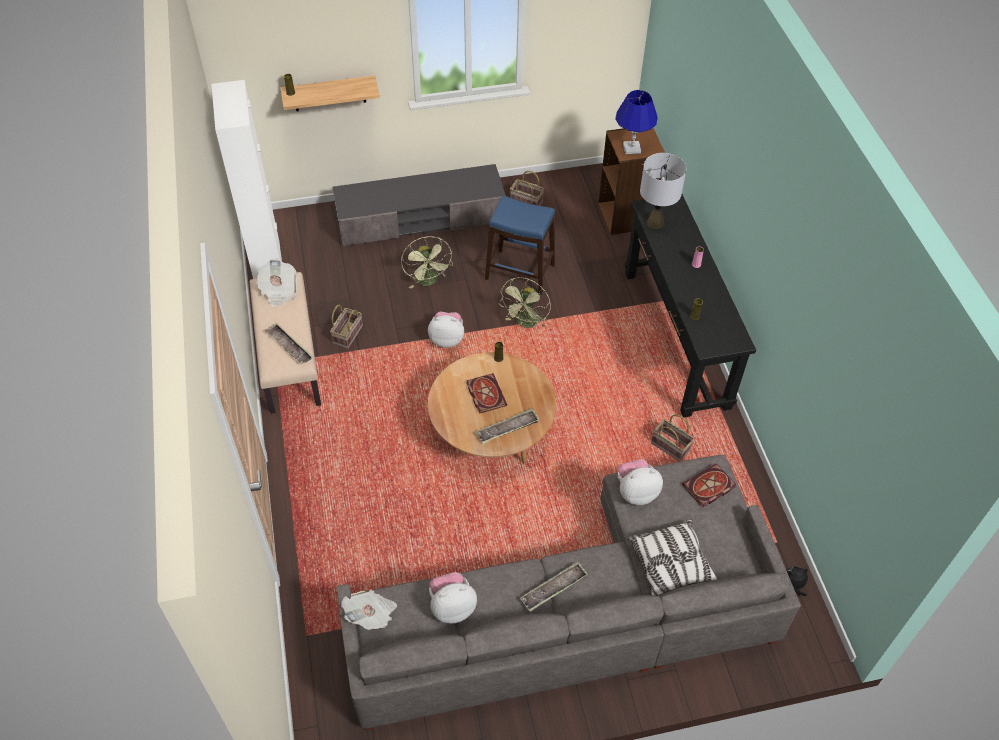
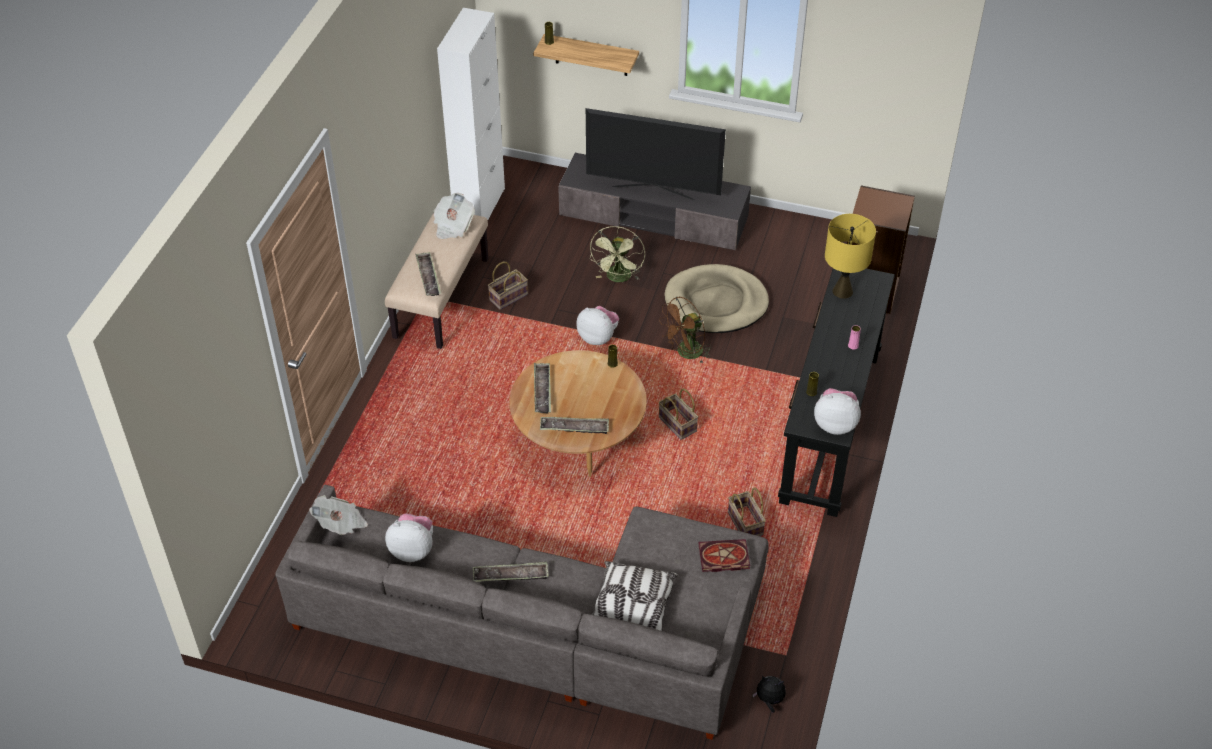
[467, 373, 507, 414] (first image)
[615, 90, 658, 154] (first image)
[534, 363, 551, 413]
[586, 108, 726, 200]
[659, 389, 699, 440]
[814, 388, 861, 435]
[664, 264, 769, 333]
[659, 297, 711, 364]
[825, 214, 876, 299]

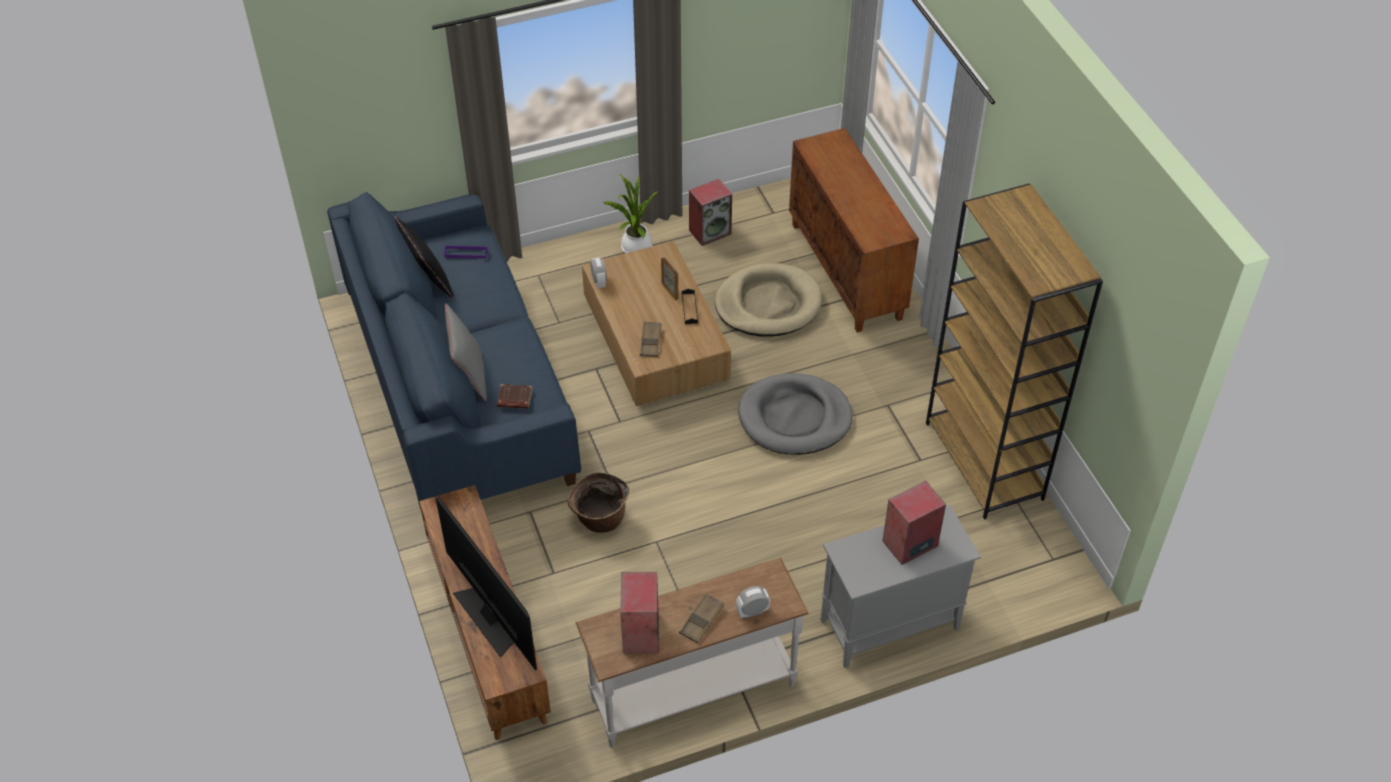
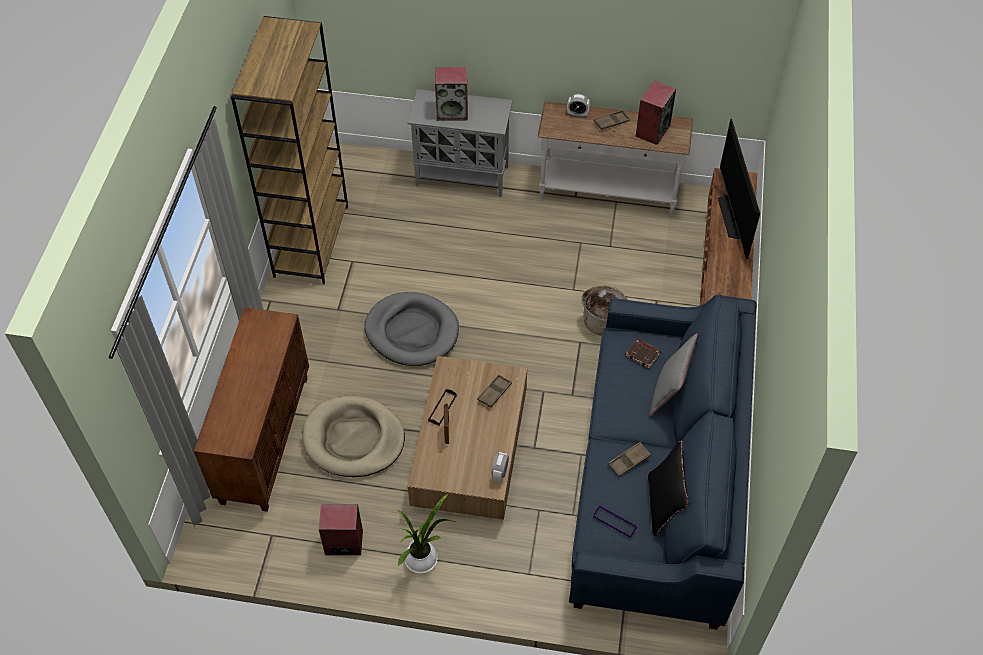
[608, 442, 651, 477]

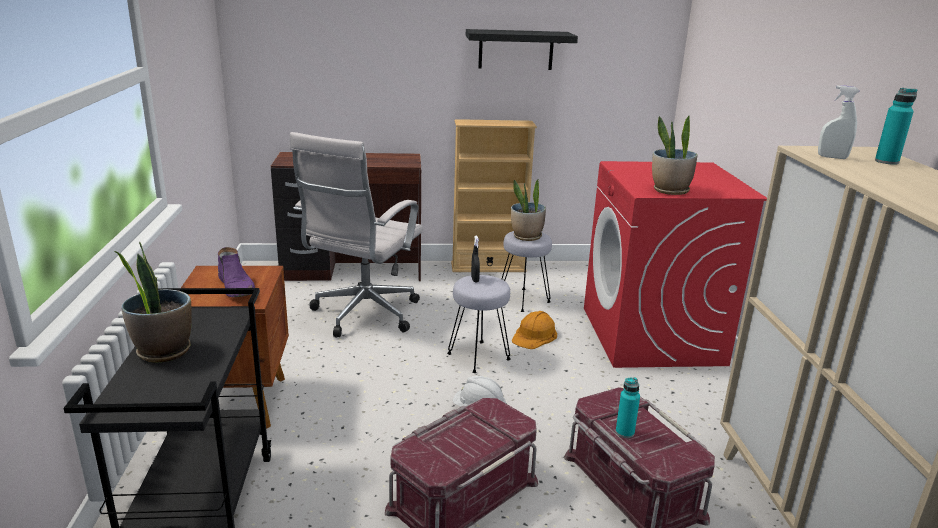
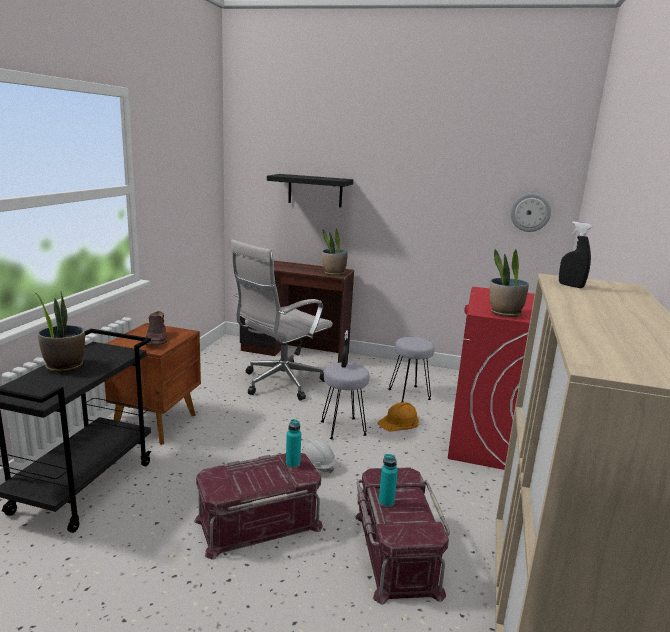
[451, 119, 537, 272] (first image)
[510, 193, 551, 232]
[267, 174, 353, 207]
[322, 228, 348, 276]
[286, 419, 301, 468]
[145, 311, 167, 345]
[559, 221, 592, 288]

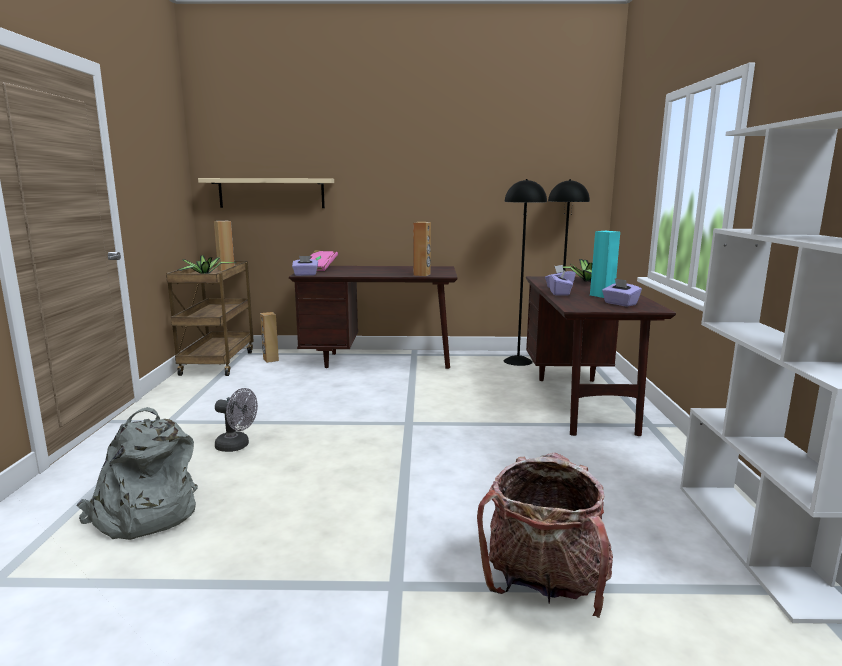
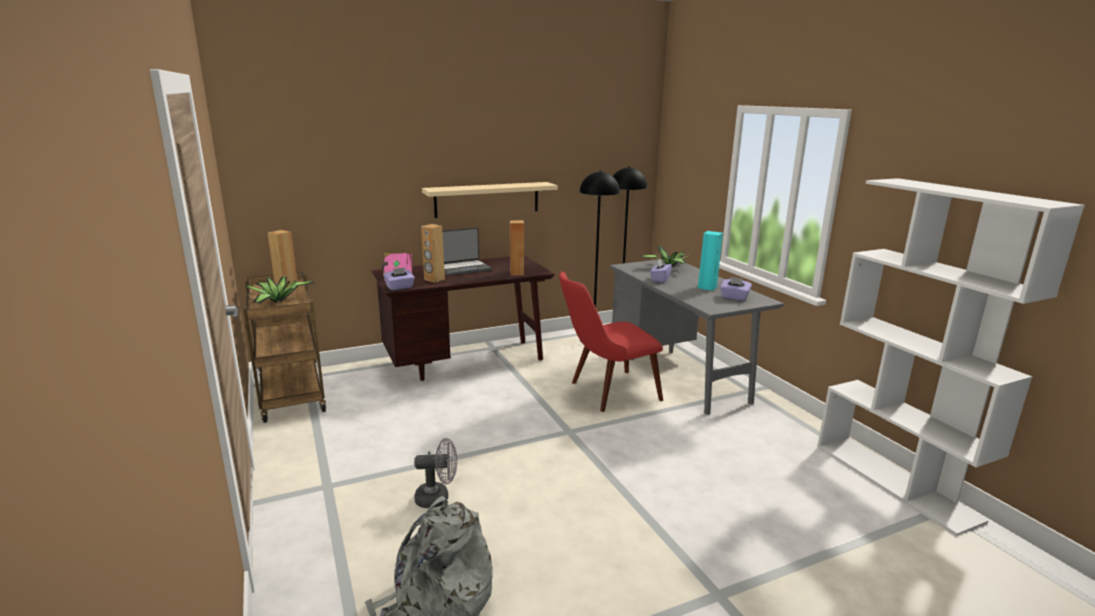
[477, 453, 613, 618] (first image)
[549, 271, 573, 296] (first image)
[442, 227, 492, 276]
[559, 272, 663, 412]
[422, 182, 558, 218]
[421, 224, 445, 283]
[610, 259, 784, 415]

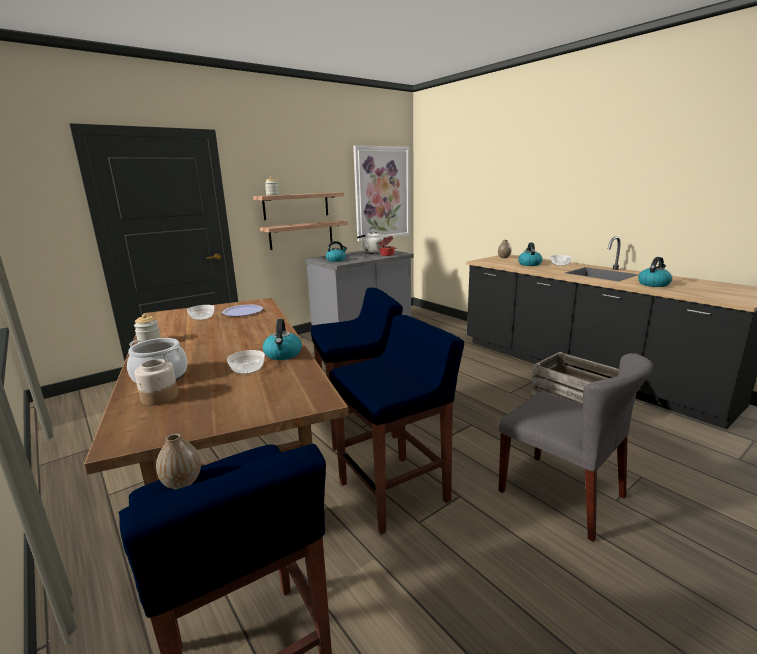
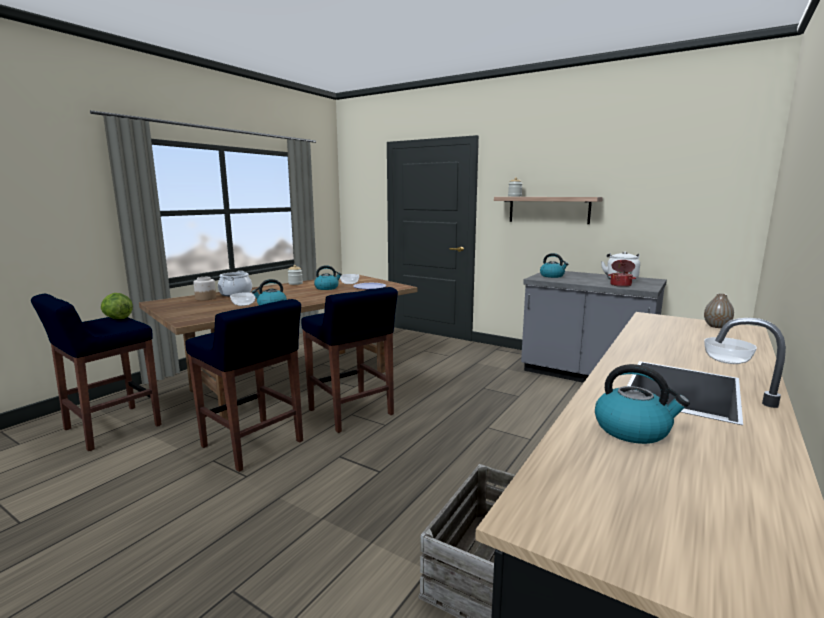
[260, 220, 348, 250] (first image)
[353, 145, 410, 242] (first image)
[499, 353, 653, 542] (first image)
[314, 265, 342, 290]
[101, 293, 133, 319]

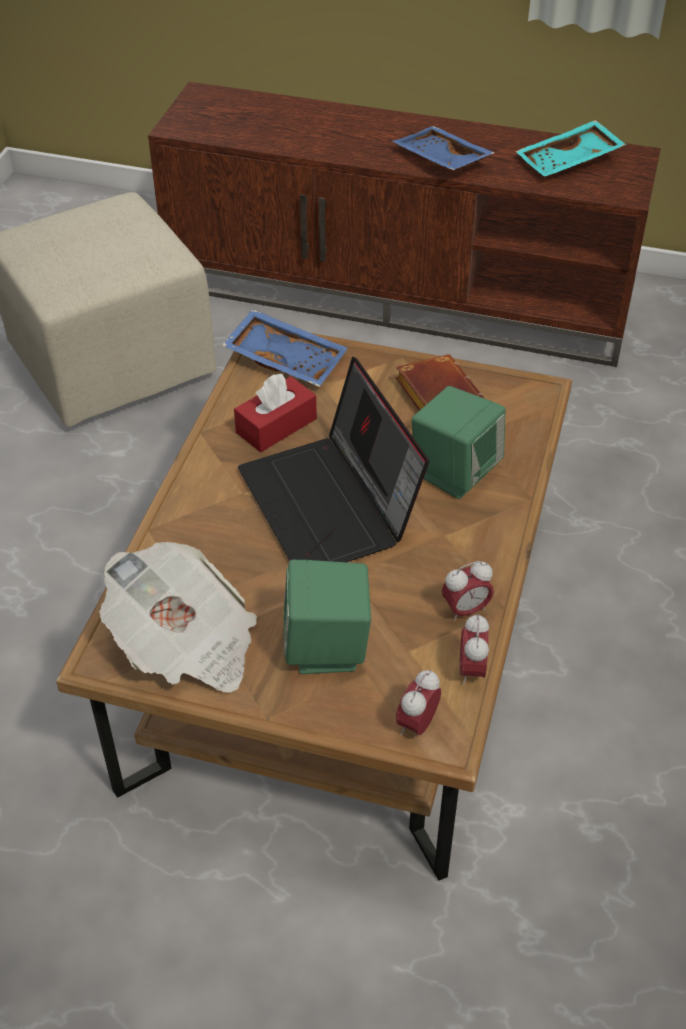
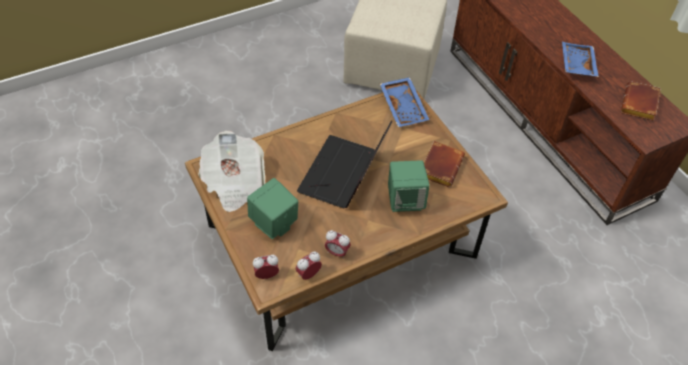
[234, 374, 317, 452] (first image)
[621, 81, 661, 121]

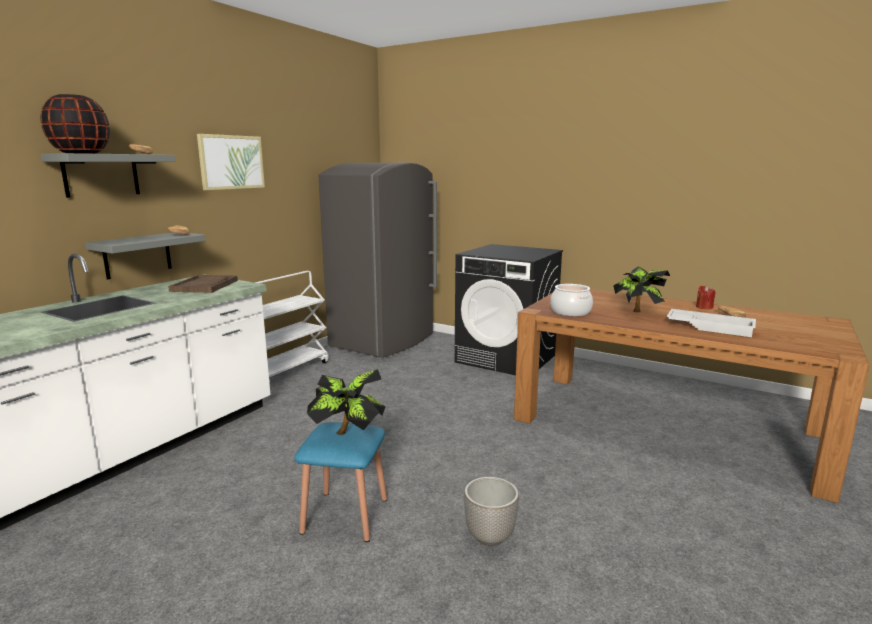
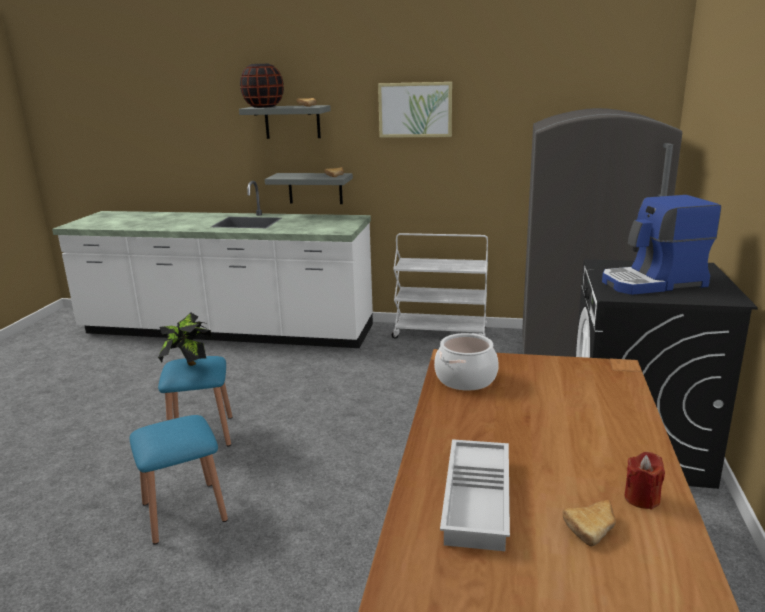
[168, 275, 238, 293] (first image)
[613, 266, 670, 312] (first image)
[602, 195, 721, 295]
[130, 415, 228, 545]

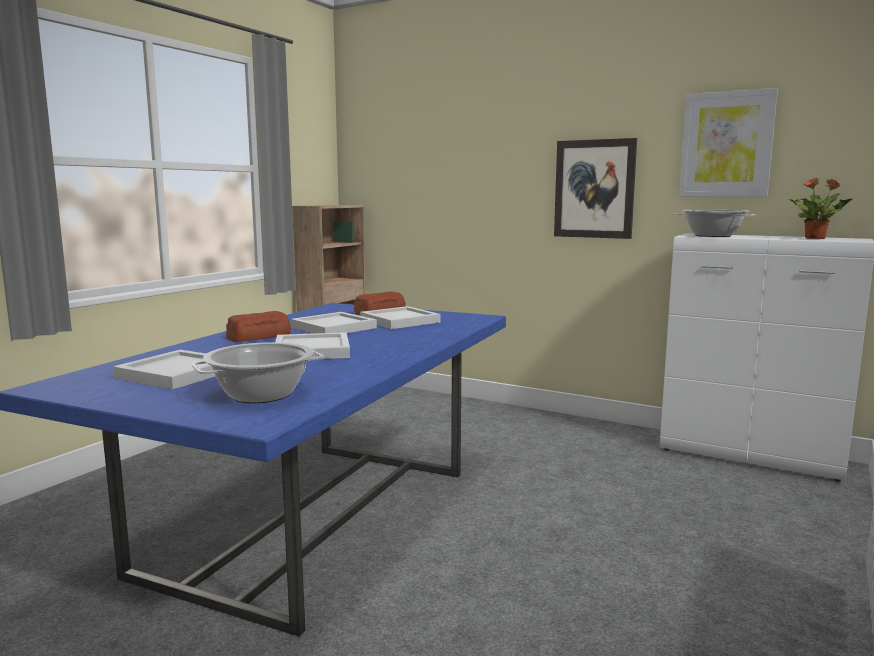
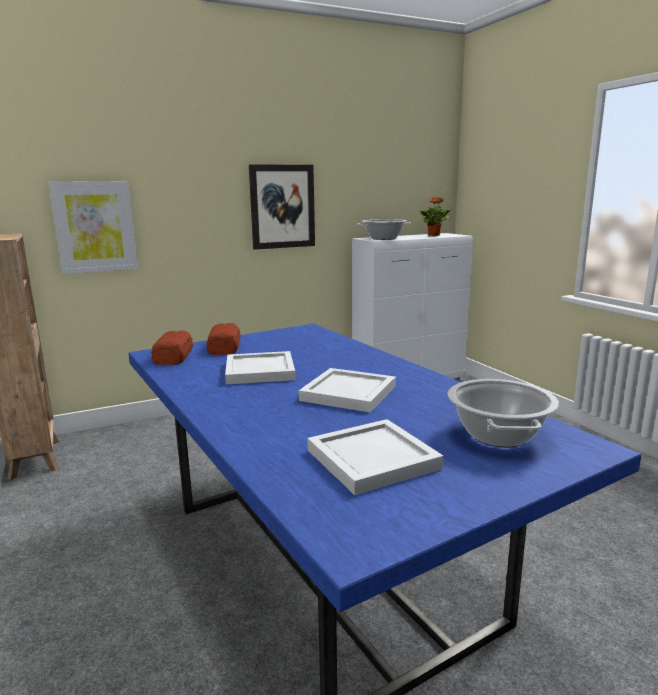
[360, 306, 441, 329] (first image)
[151, 331, 193, 365]
[48, 181, 138, 274]

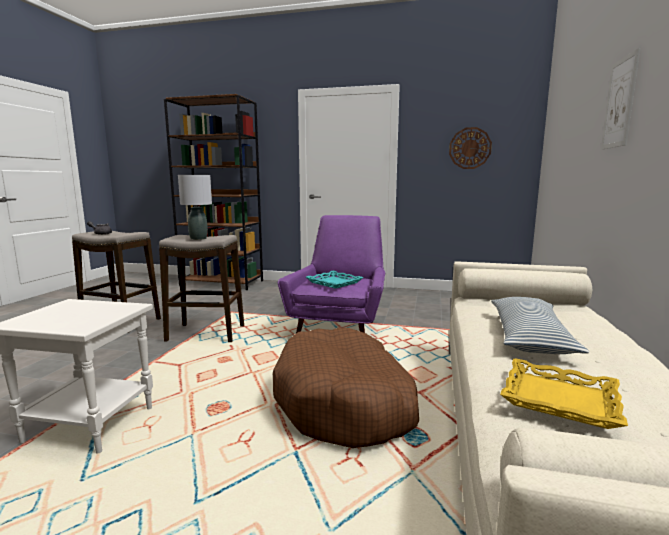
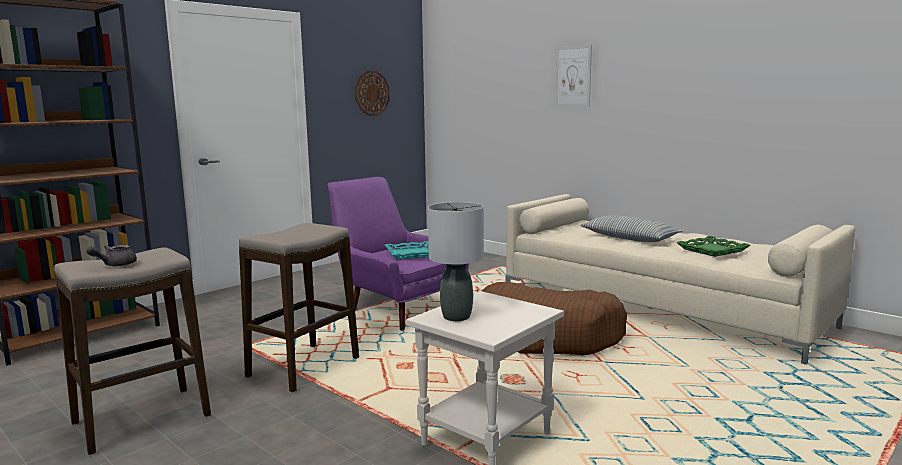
[428, 202, 483, 321]
[676, 236, 750, 257]

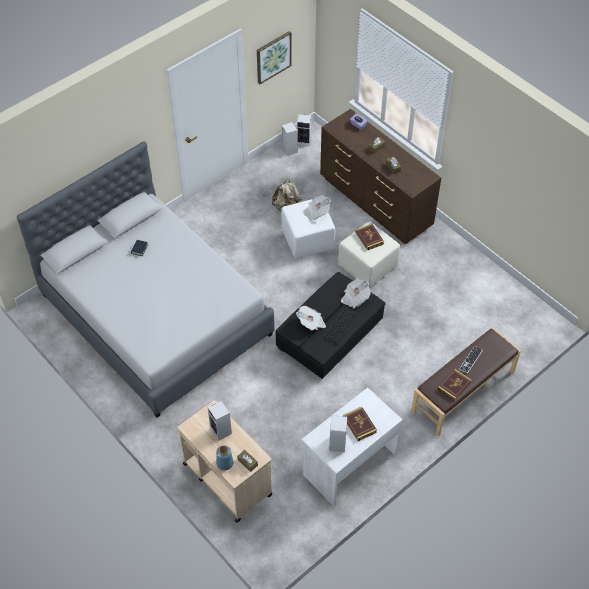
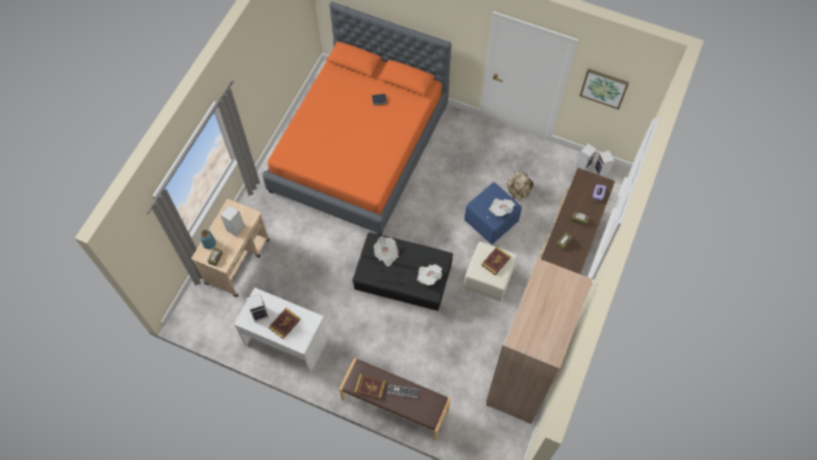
[486, 258, 593, 424]
[262, 2, 451, 235]
[464, 182, 522, 245]

